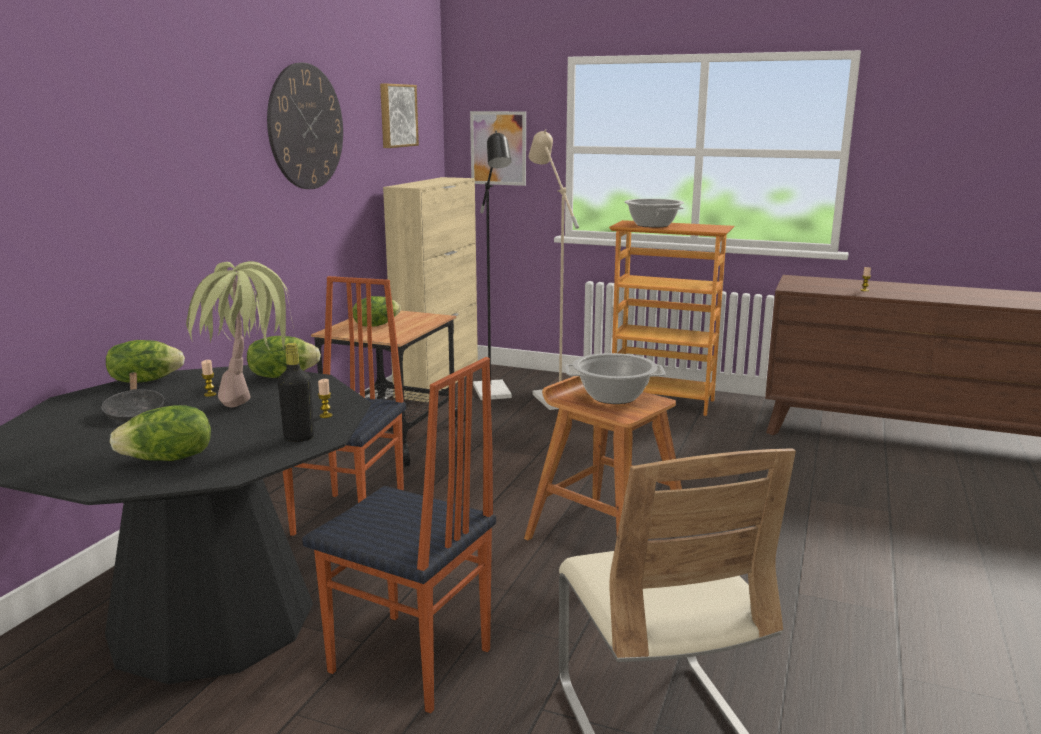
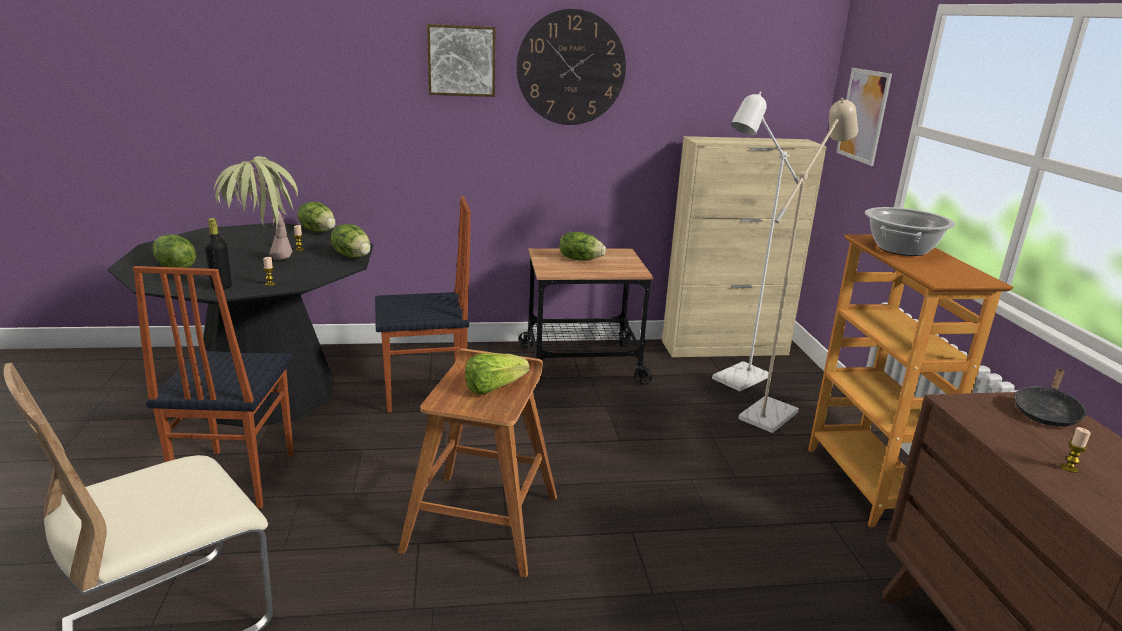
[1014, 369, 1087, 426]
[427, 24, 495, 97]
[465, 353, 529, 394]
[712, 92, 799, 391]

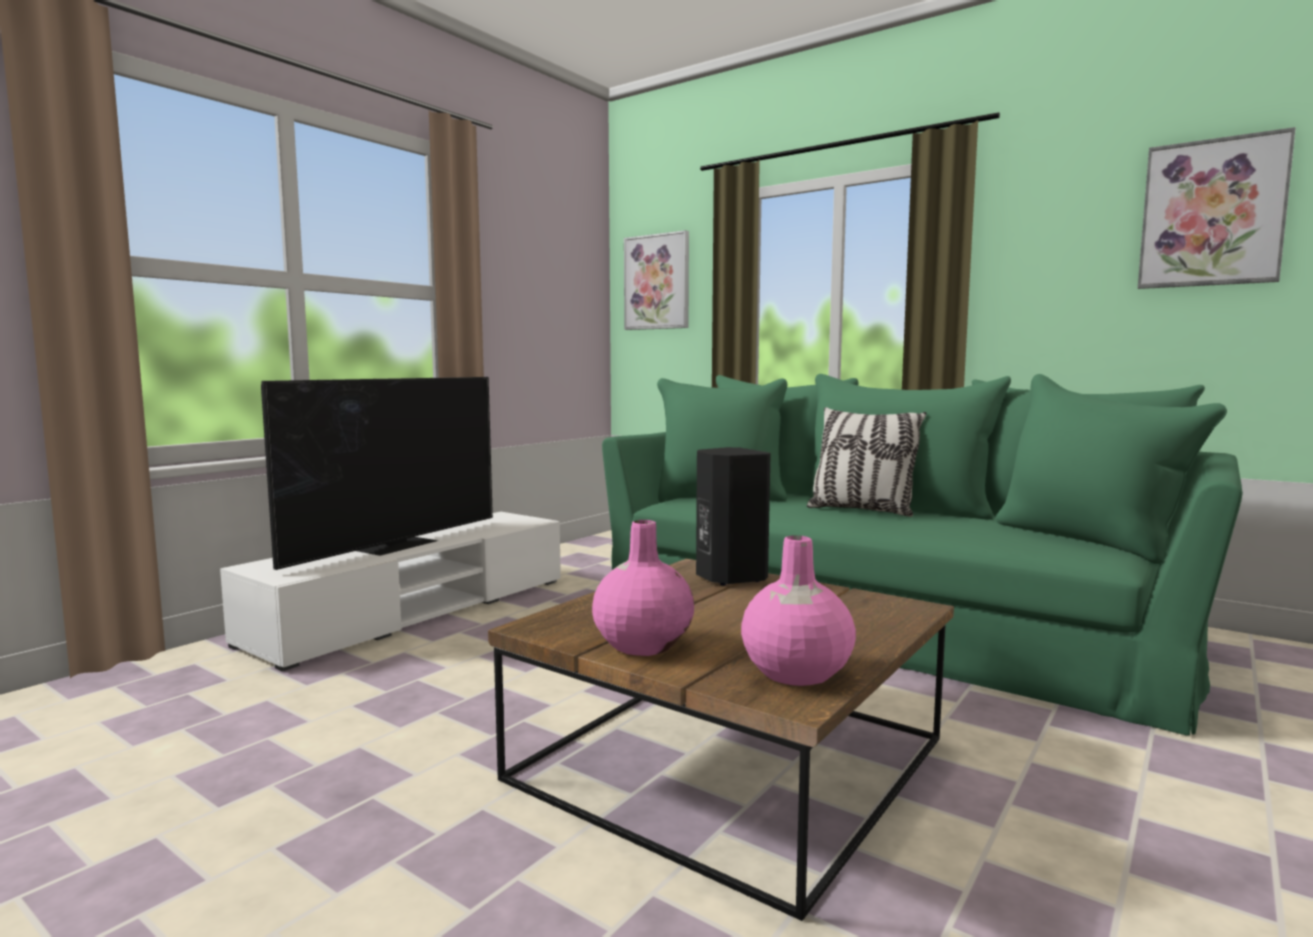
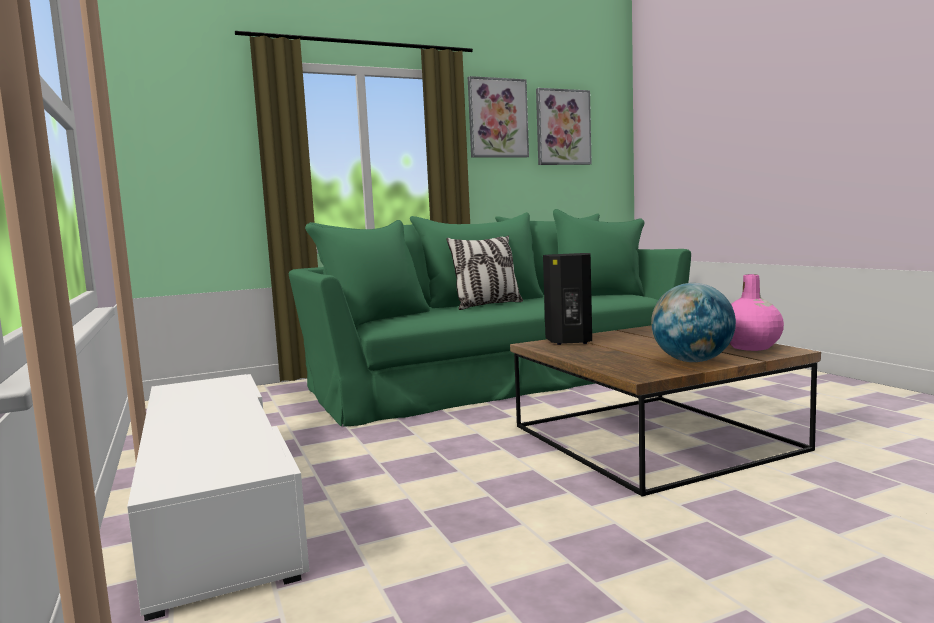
[261, 377, 493, 570] (first image)
[468, 76, 529, 158]
[651, 283, 736, 362]

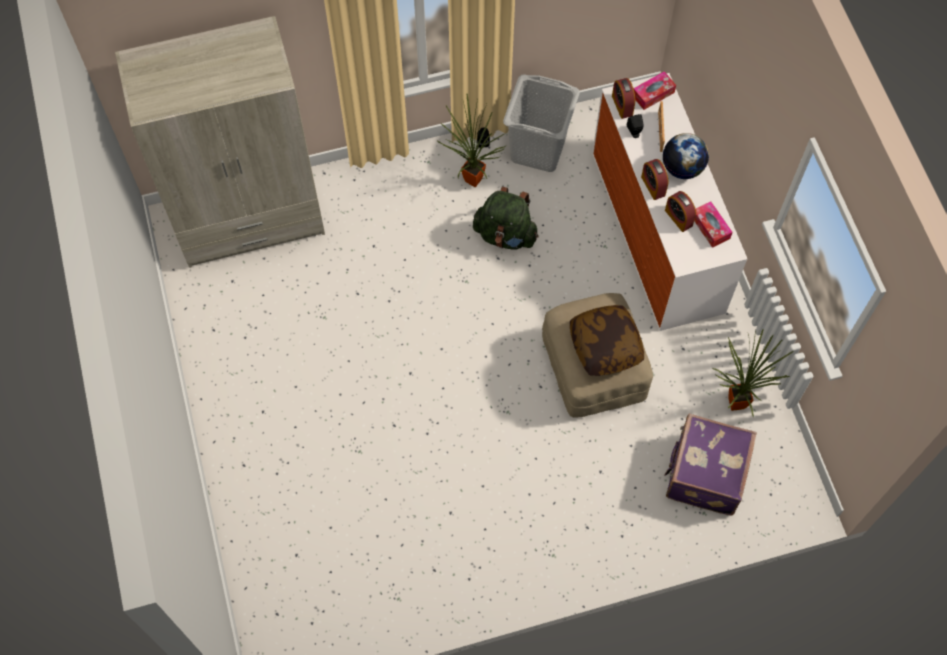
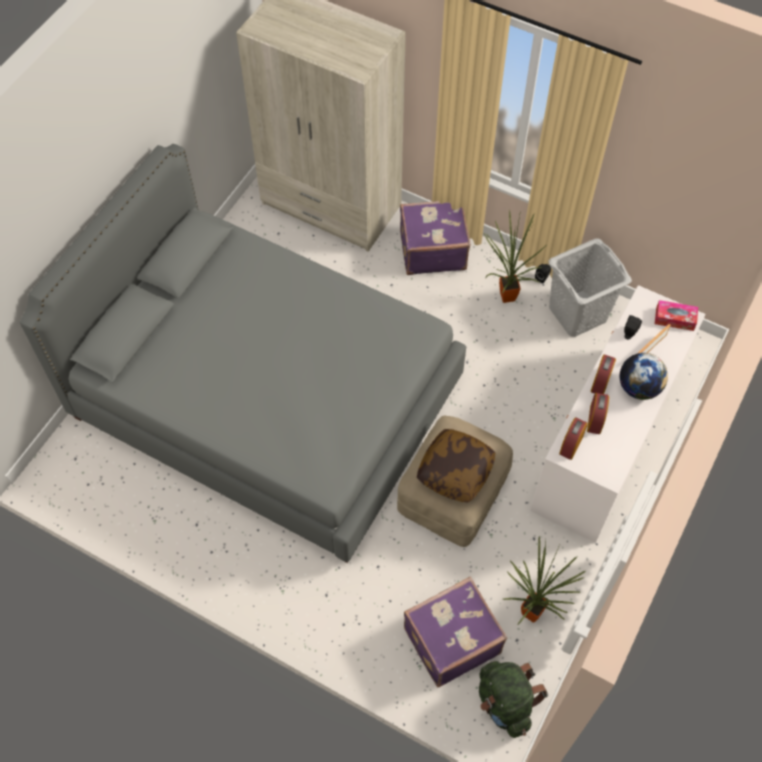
[694, 202, 733, 248] (first image)
[20, 144, 466, 563]
[400, 201, 471, 275]
[479, 661, 548, 738]
[559, 418, 588, 460]

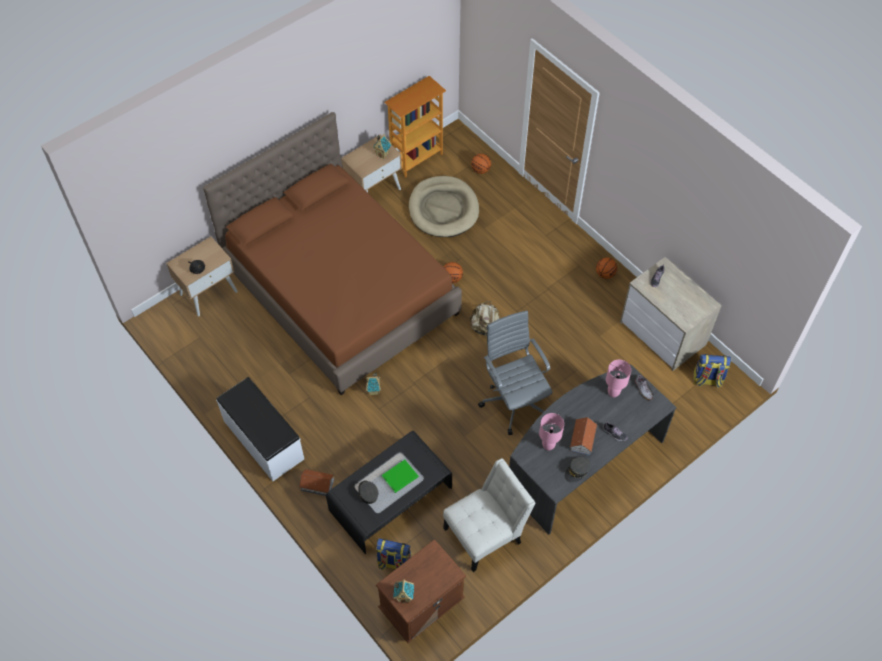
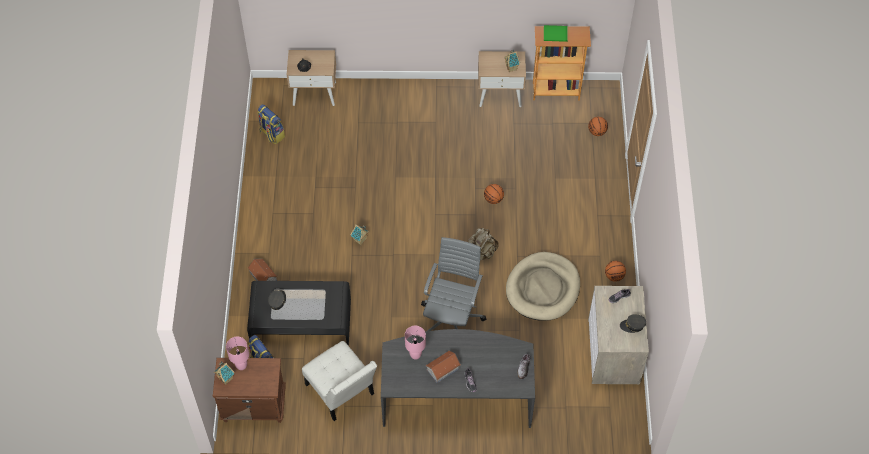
[203, 112, 462, 395] (first image)
[216, 377, 304, 481] (first image)
[544, 25, 568, 42]
[506, 252, 580, 321]
[620, 314, 646, 333]
[226, 336, 249, 370]
[257, 104, 285, 144]
[302, 341, 377, 421]

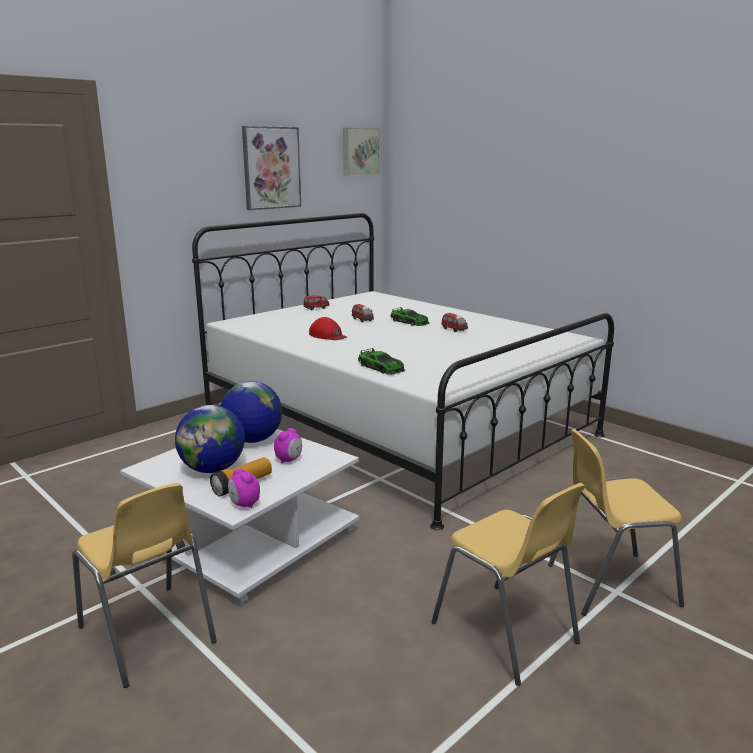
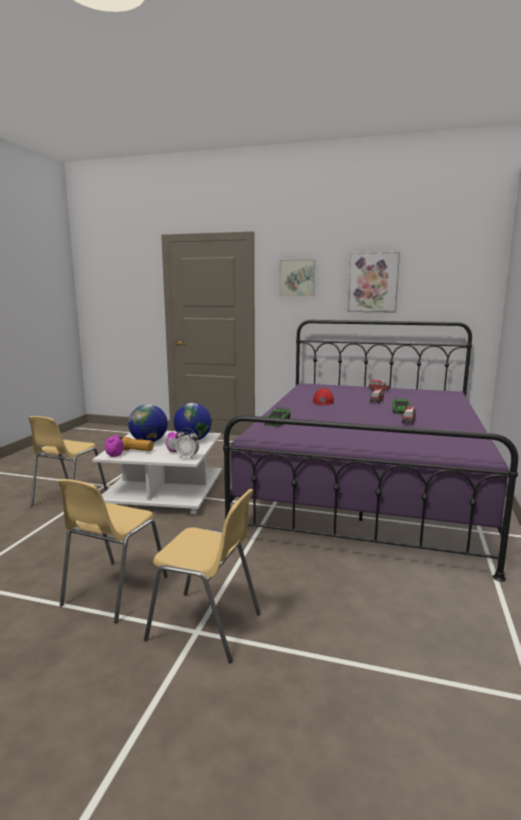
[175, 428, 199, 459]
[279, 260, 315, 297]
[223, 320, 518, 582]
[144, 489, 261, 663]

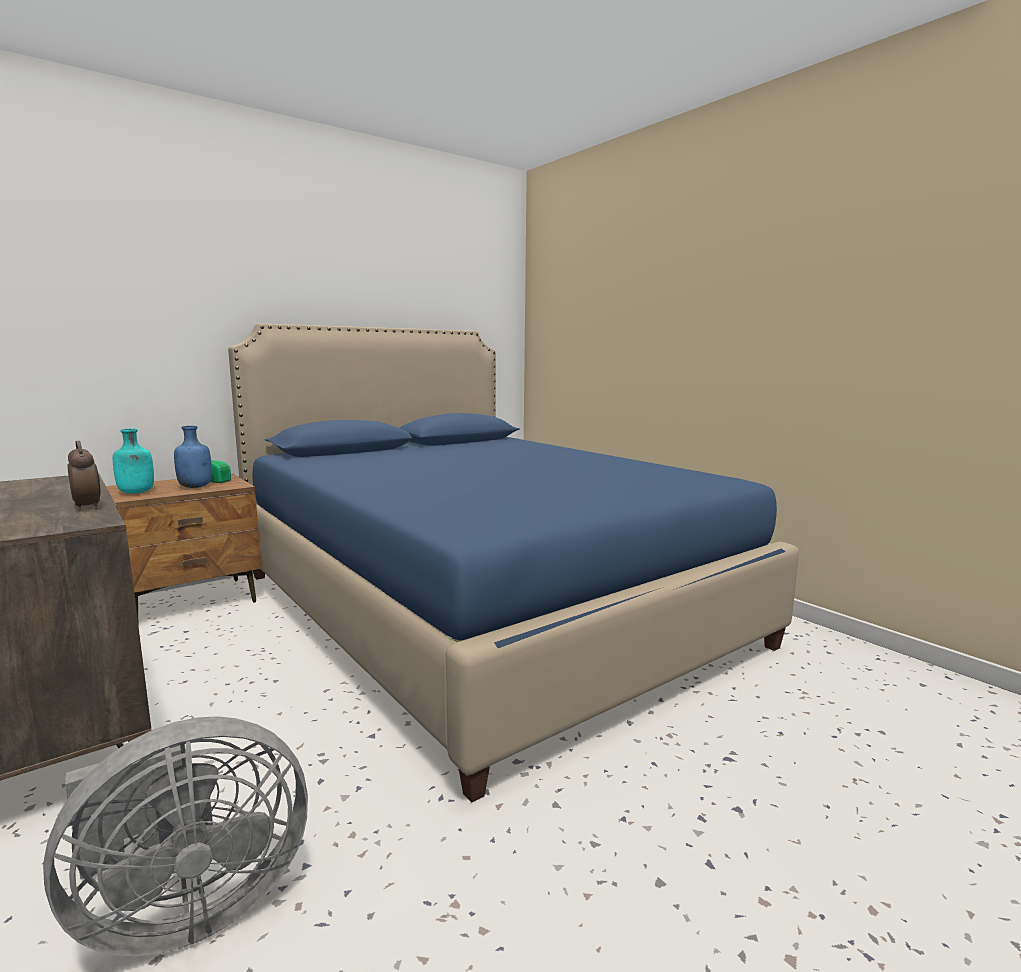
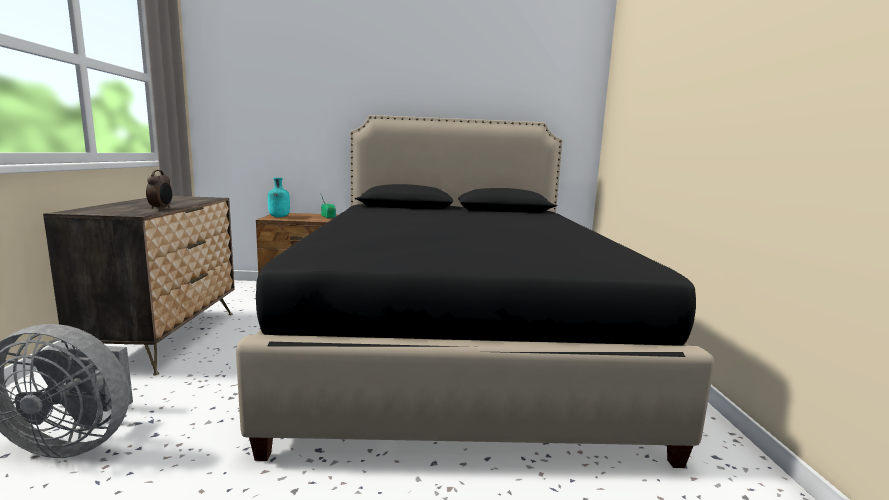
[174, 426, 212, 488] (first image)
[236, 115, 715, 468]

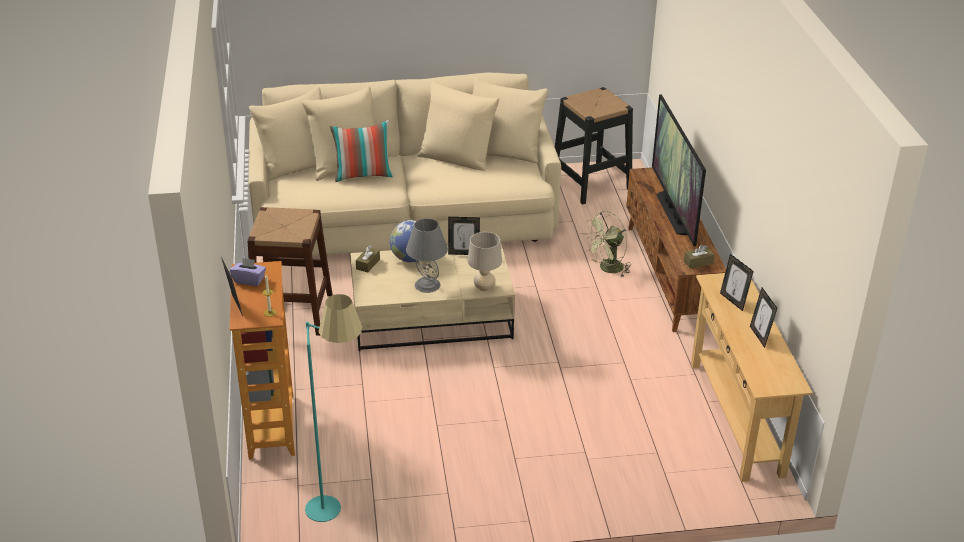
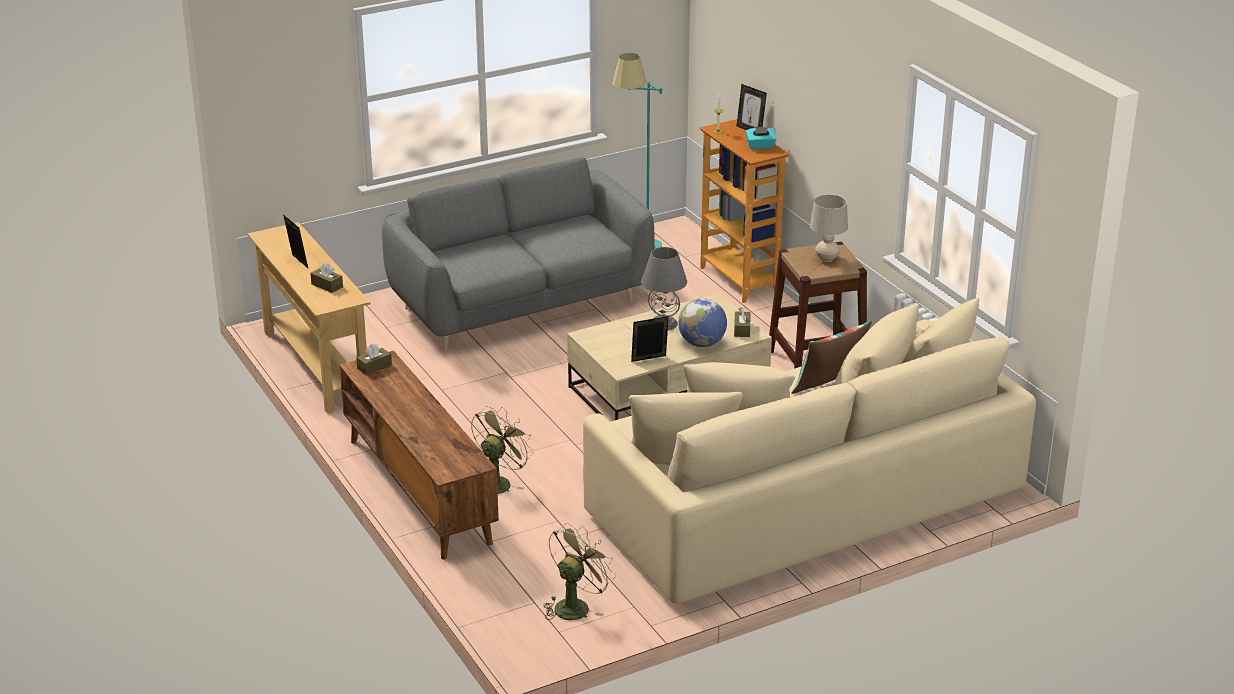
[652, 94, 706, 246] (first image)
[382, 157, 655, 350]
[810, 194, 848, 262]
[544, 523, 616, 620]
[310, 263, 343, 293]
[746, 127, 776, 149]

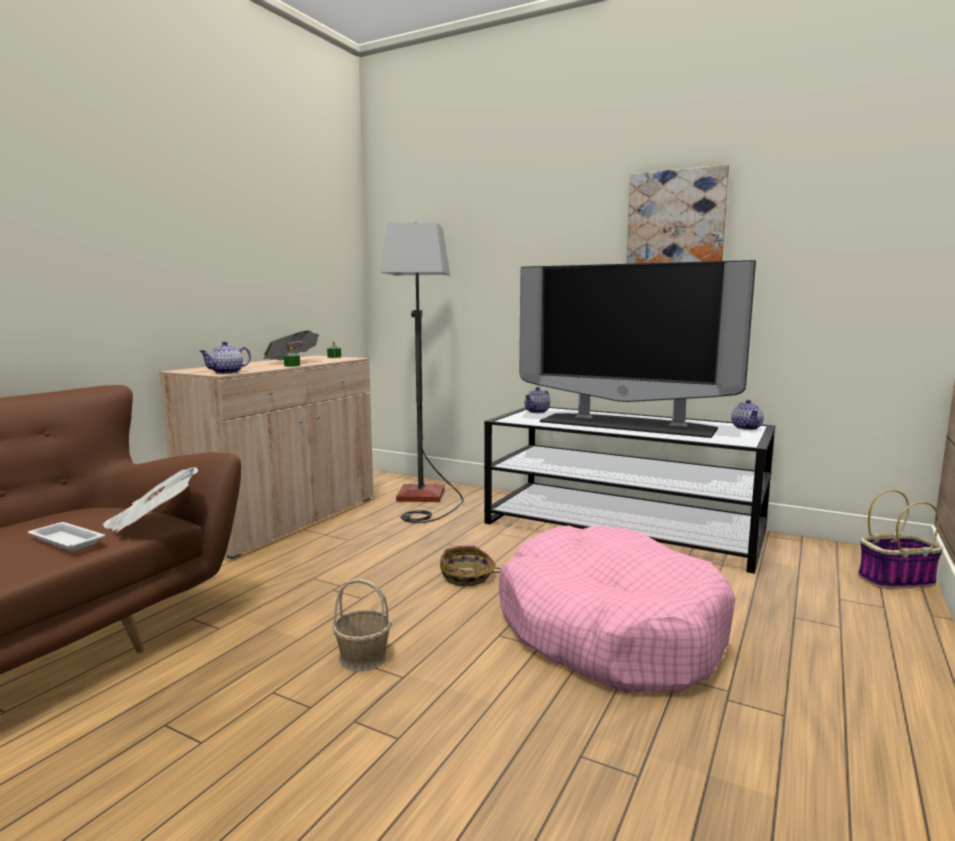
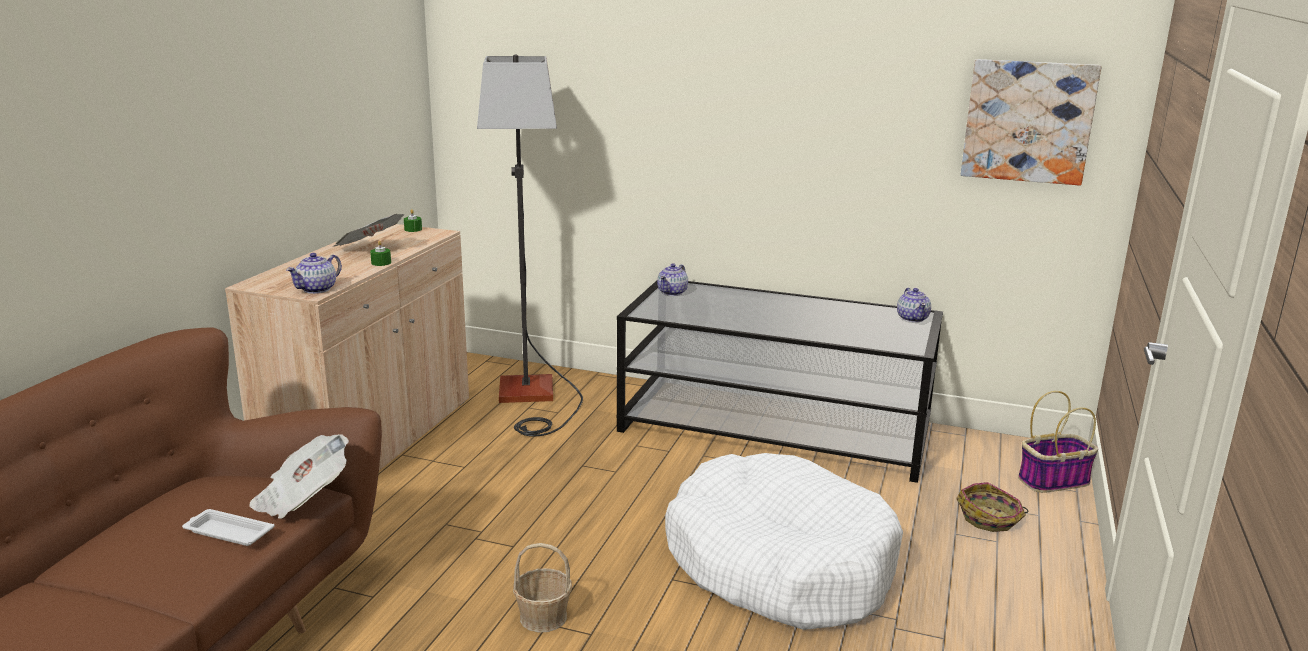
[519, 260, 756, 438] (first image)
[956, 482, 1029, 532]
[961, 59, 1101, 186]
[665, 453, 903, 630]

